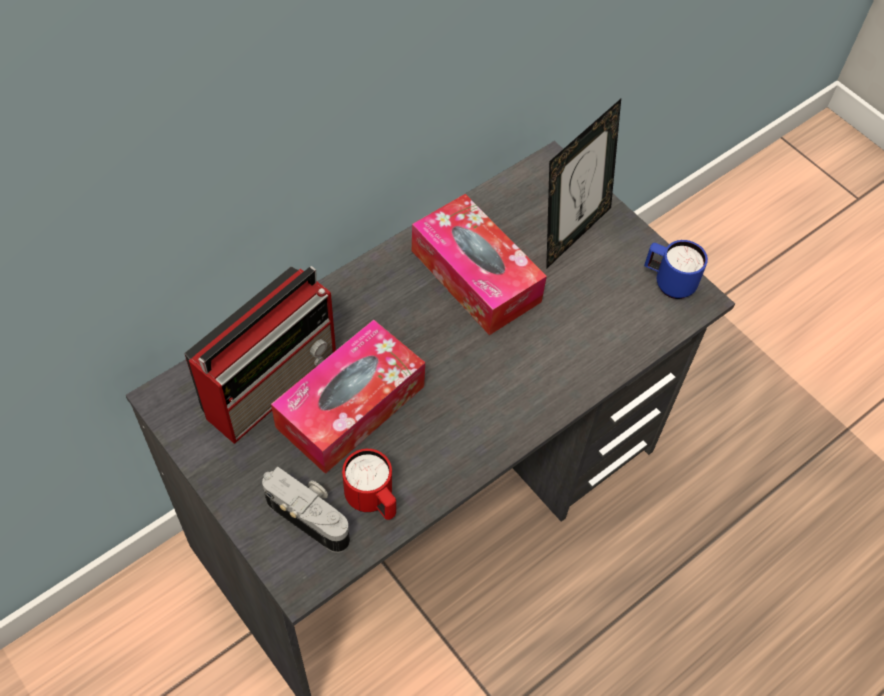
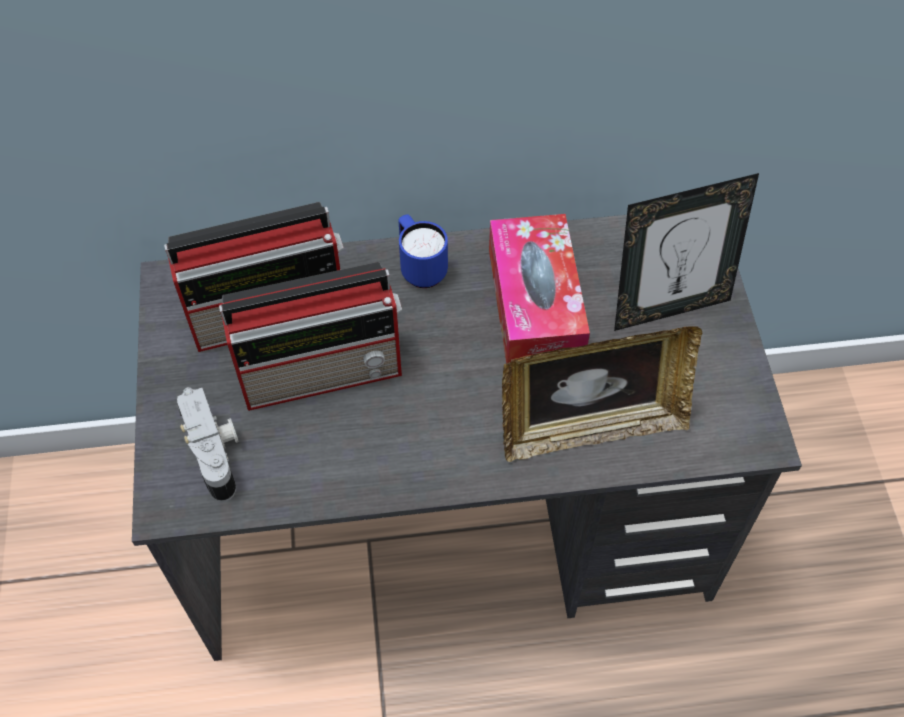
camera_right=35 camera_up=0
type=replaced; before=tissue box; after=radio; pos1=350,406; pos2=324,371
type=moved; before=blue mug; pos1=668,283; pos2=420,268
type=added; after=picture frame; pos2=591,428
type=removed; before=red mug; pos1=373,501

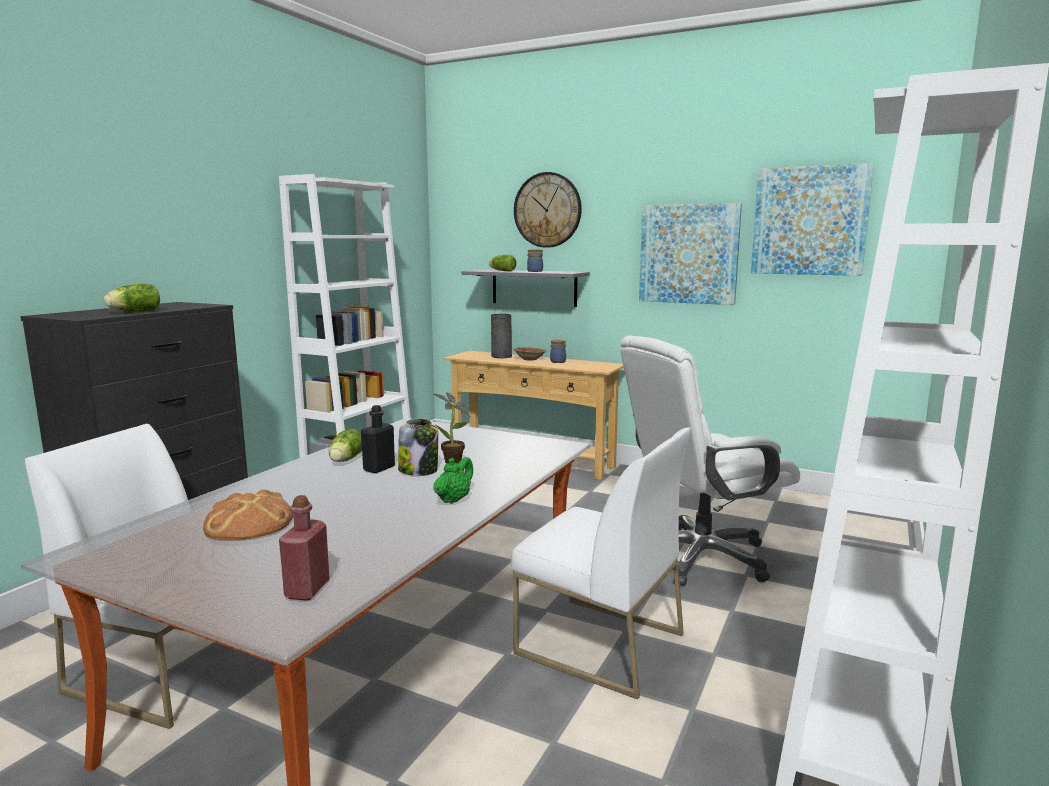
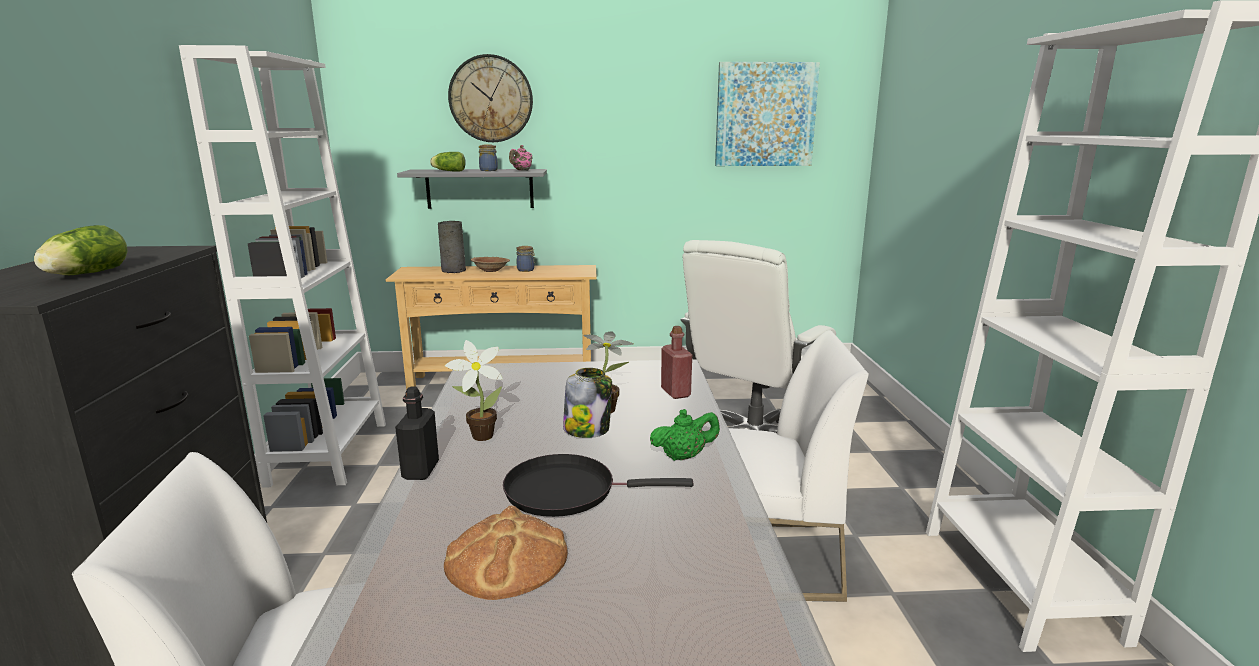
camera_right=-30 camera_up=5
type=moved; before=black bottle; pos1=379,468; pos2=420,470
type=replaced; before=lettuce; after=potted plant; pos1=345,460; pos2=479,436
type=added; after=black frying pan; pos2=567,491
type=added; after=pink teapot; pos2=522,170
type=turned; before=green teapot; pos1=453,500; pos2=684,456; turn=75
type=moved; before=red bottle; pos1=307,590; pos2=675,393
type=removed; before=picture; pos1=689,254

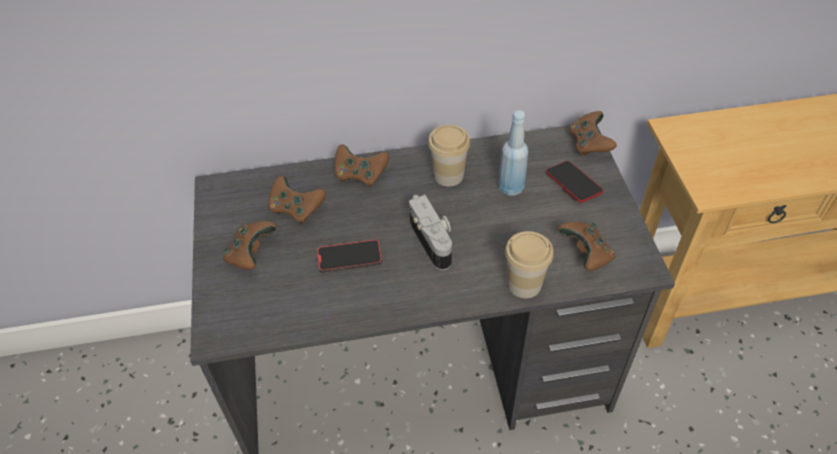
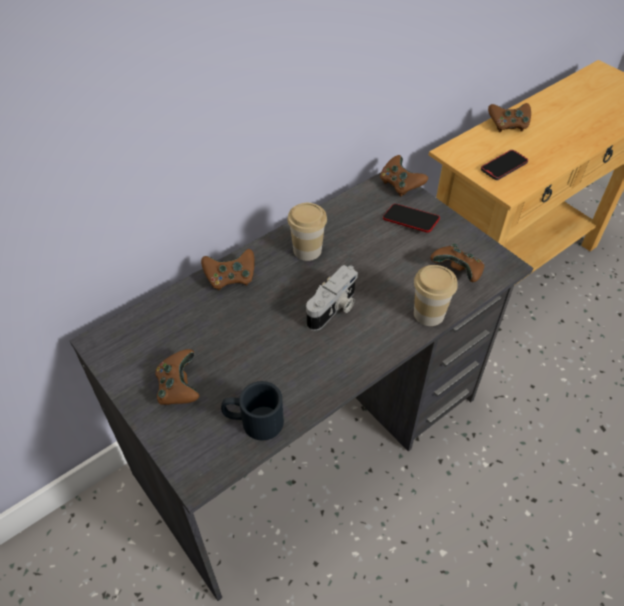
camera_right=-30 camera_up=0
type=added; after=black mug; pos2=253,421
type=turned; before=photo camera; pos1=434,241; pos2=334,309; turn=90
type=moved; before=phone; pos1=349,258; pos2=503,166
type=moved; before=brown game controller; pos1=296,209; pos2=508,126
type=removed; before=blue bottle; pos1=511,188

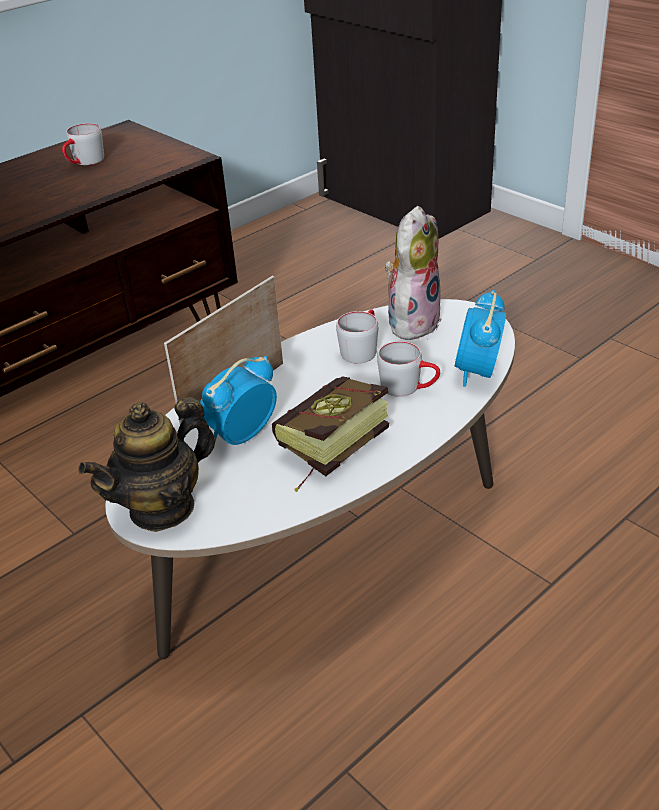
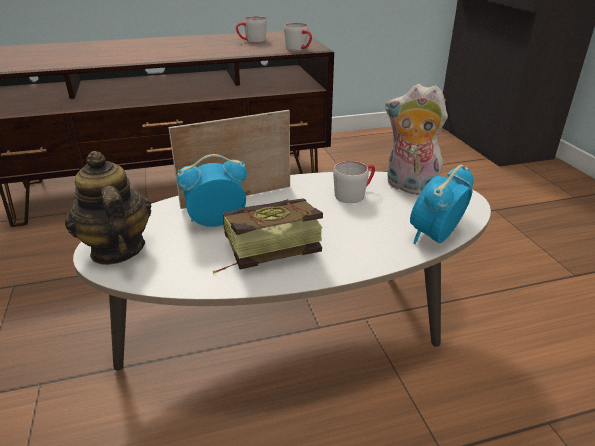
camera_right=25 camera_up=-5
type=turned; before=teapot; pos1=162,508; pos2=117,250; turn=75
type=moved; before=grey mug; pos1=409,387; pos2=300,49
type=turned; before=plush toy; pos1=412,322; pos2=409,187; turn=-120

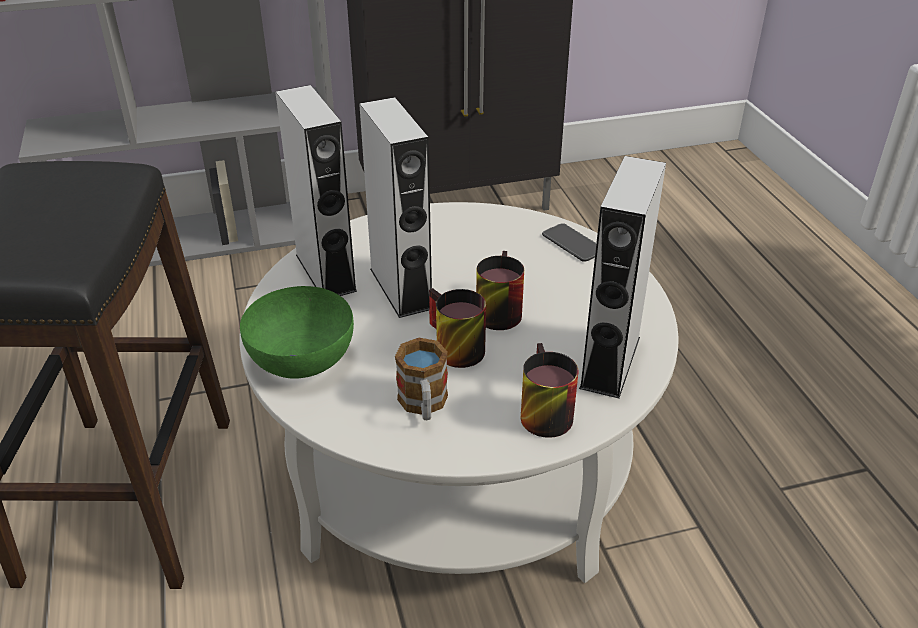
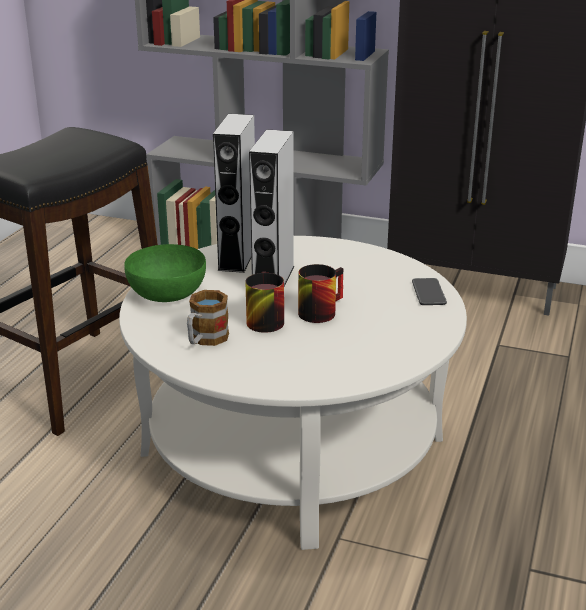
camera_right=35 camera_up=-10
type=removed; before=mug; pos1=539,411
type=removed; before=grey speaker; pos1=610,362

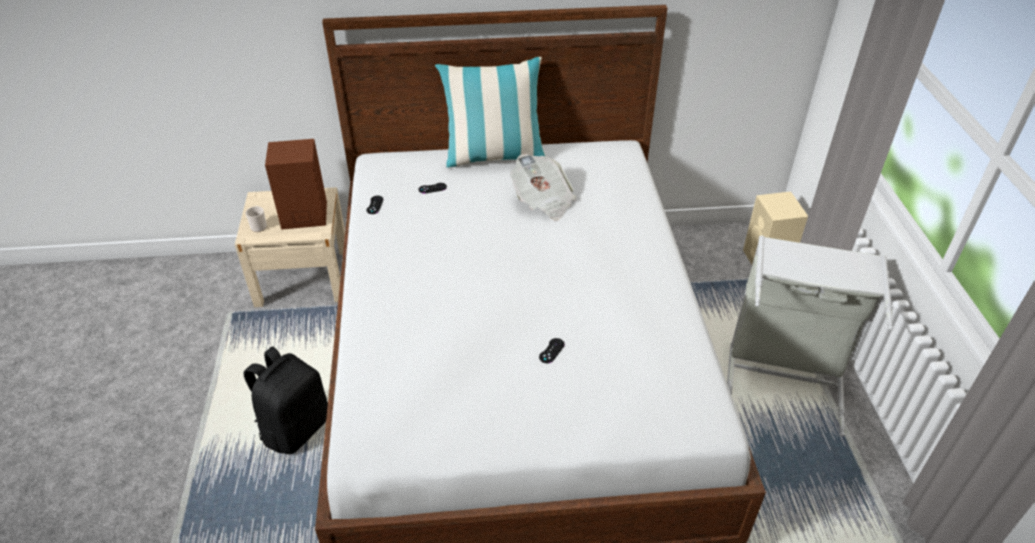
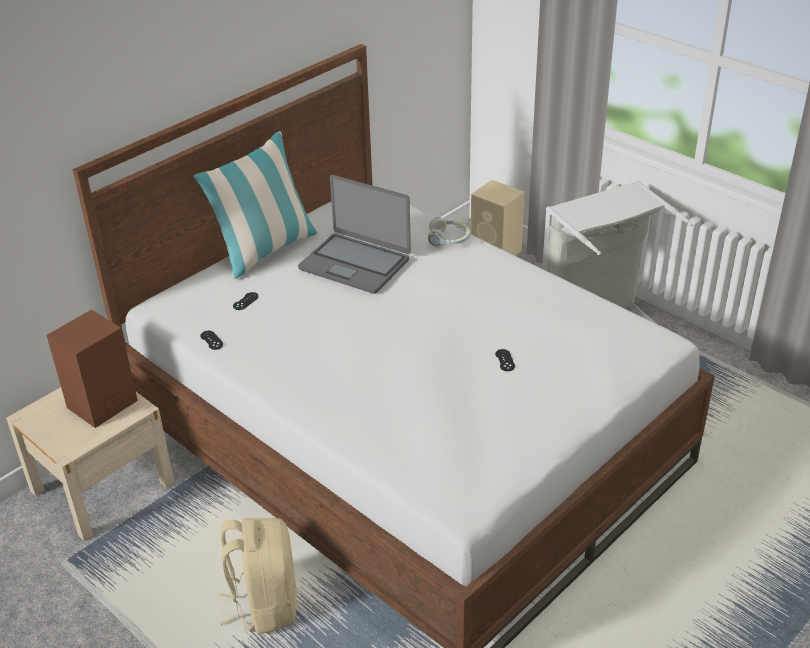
camera_right=-40 camera_up=-5
type=recoloured; before=black backpack; after=beige backpack; pos1=295,428; pos2=264,604
type=replaced; before=newspaper; after=laptop; pos1=543,201; pos2=355,263
type=added; after=headphones; pos2=449,239
type=removed; before=mug; pos1=259,226

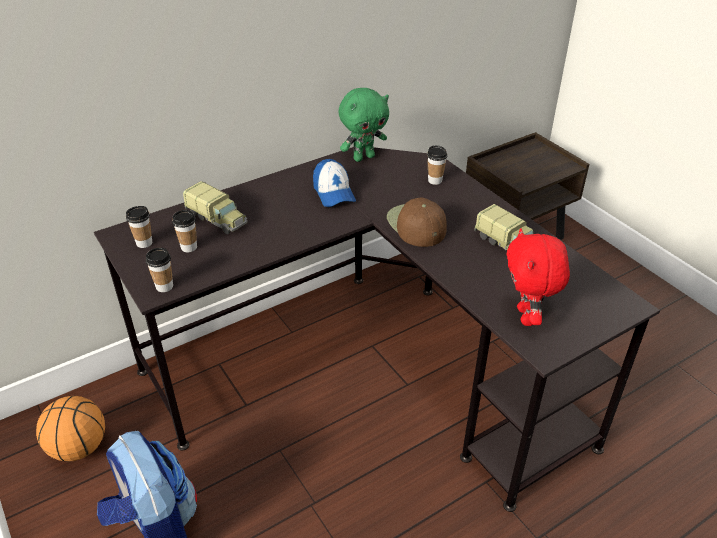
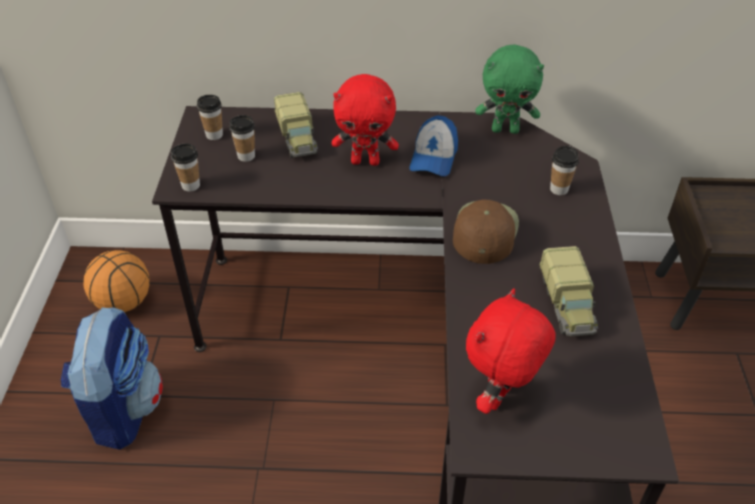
camera_right=35 camera_up=5
type=added; after=red plush toy; pos2=365,161

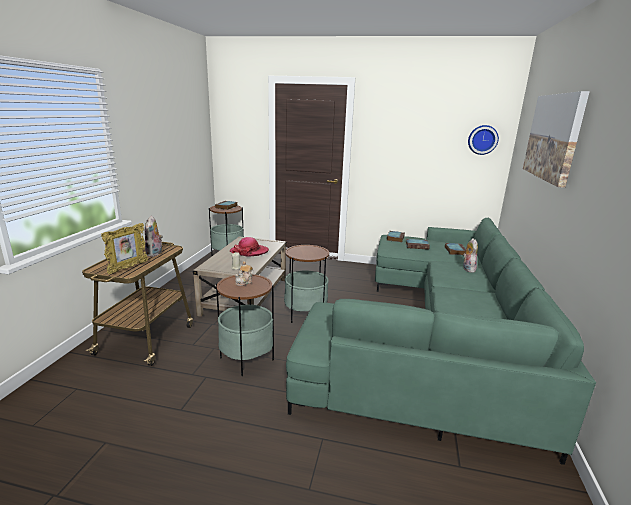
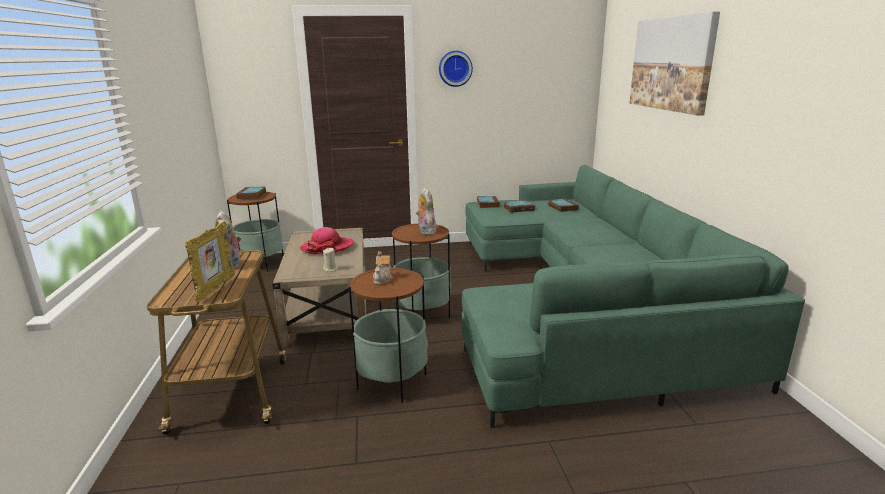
camera_right=-20 camera_up=0
type=moved; before=plush toy; pos1=467,269; pos2=425,231
type=moved; before=wall clock; pos1=482,139; pos2=455,68

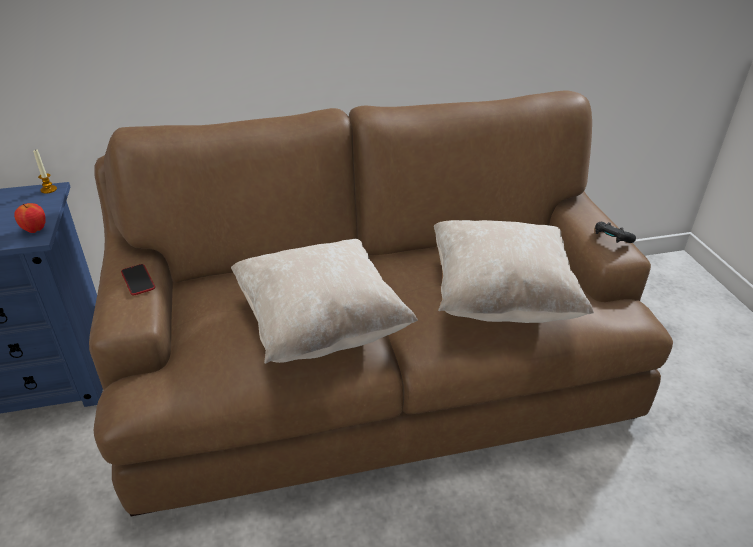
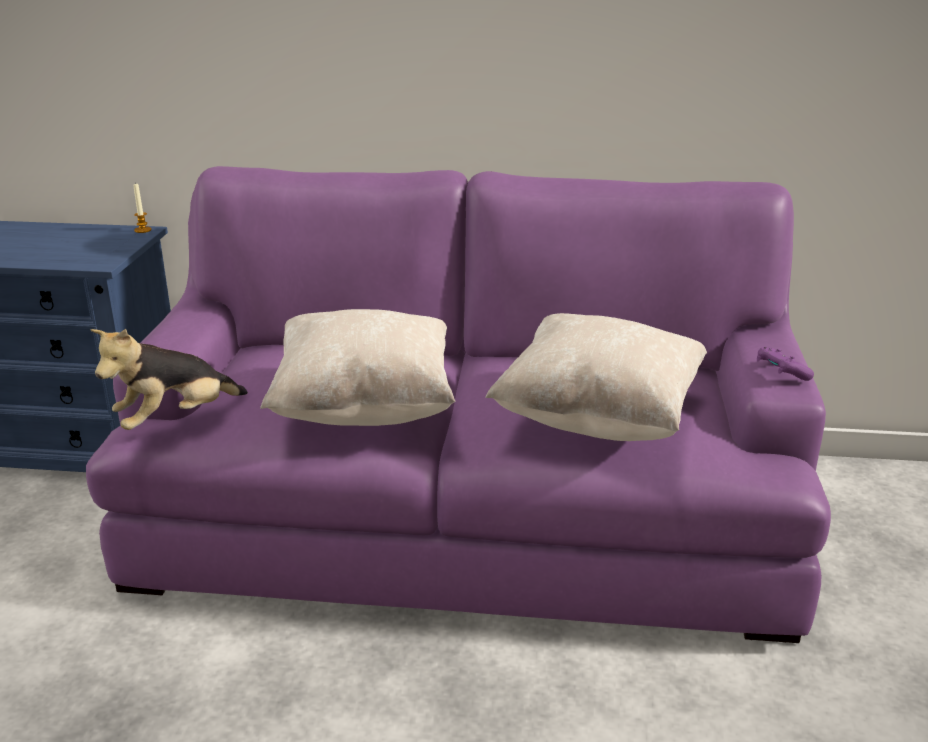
camera_right=20 camera_up=-10
type=recoloured; before=brown sofa; after=purple sofa; pos1=375,375; pos2=465,521
type=added; after=plush toy; pos2=175,419
type=recoloured; before=black game controller; after=purple game controller; pos1=611,239; pos2=780,373
type=removed; before=apple; pos1=35,230
type=removed; before=phone; pos1=138,280

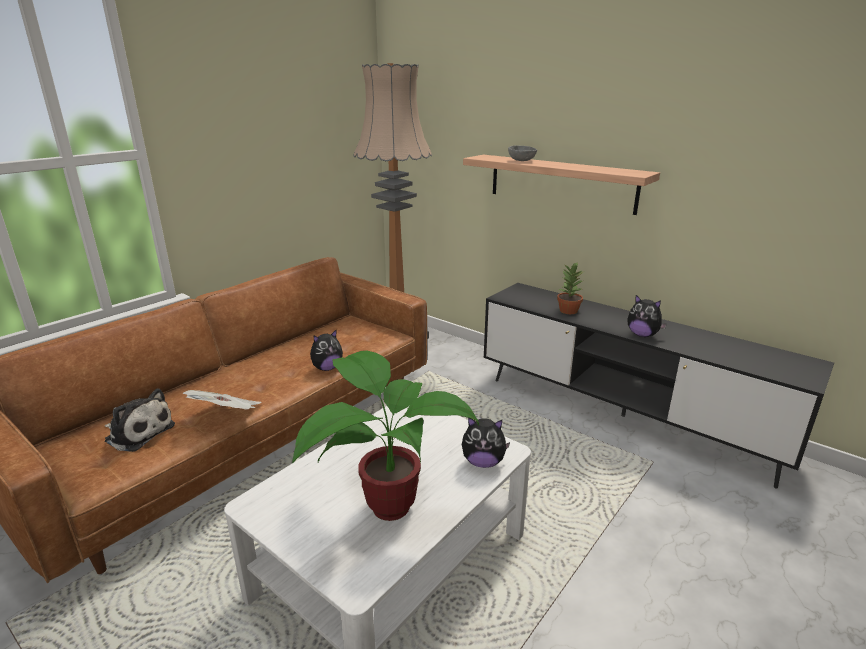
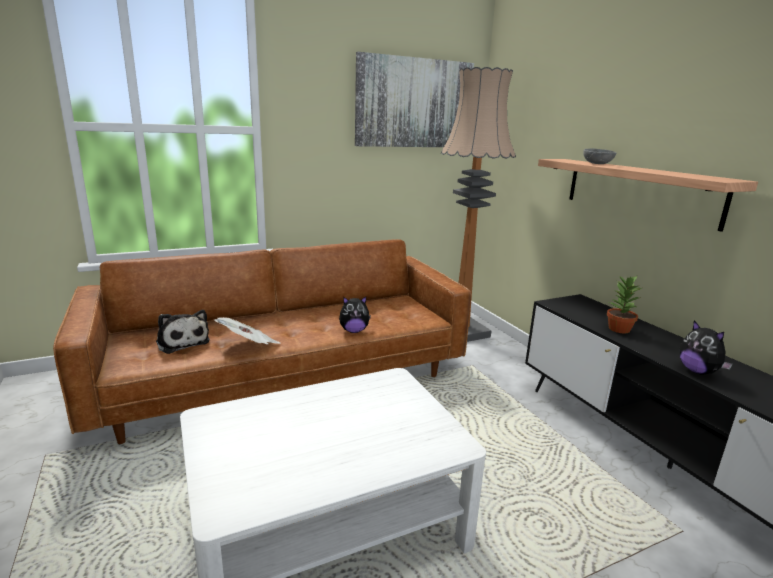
camera_right=25 camera_up=-5
type=added; after=picture; pos2=414,103
type=removed; before=potted plant; pos1=385,503
type=removed; before=plush toy; pos1=483,462

